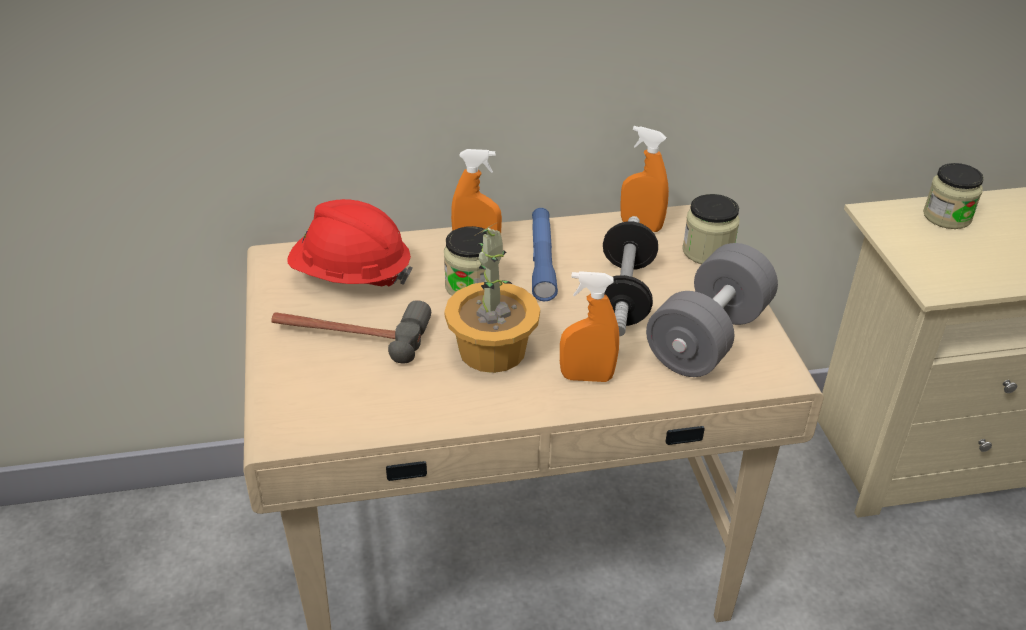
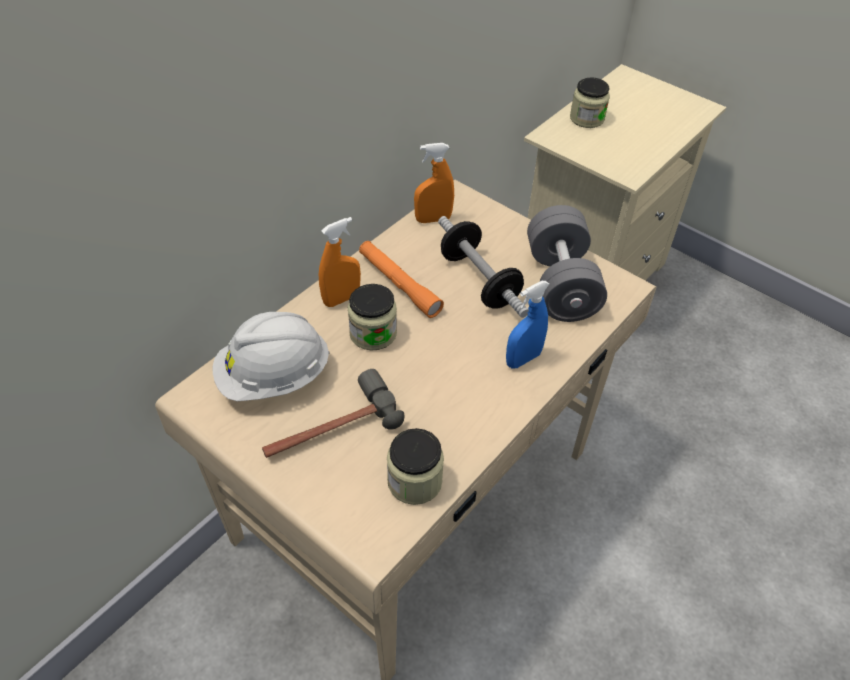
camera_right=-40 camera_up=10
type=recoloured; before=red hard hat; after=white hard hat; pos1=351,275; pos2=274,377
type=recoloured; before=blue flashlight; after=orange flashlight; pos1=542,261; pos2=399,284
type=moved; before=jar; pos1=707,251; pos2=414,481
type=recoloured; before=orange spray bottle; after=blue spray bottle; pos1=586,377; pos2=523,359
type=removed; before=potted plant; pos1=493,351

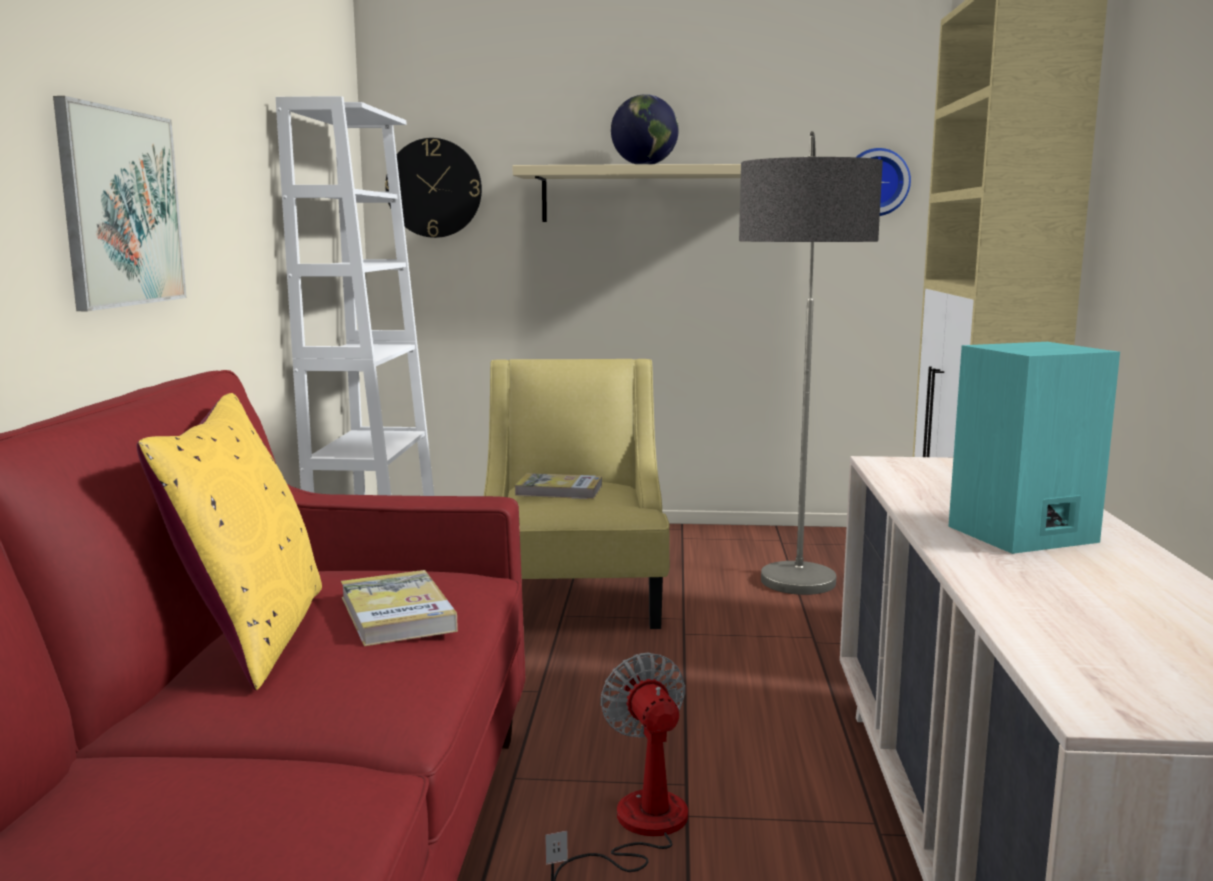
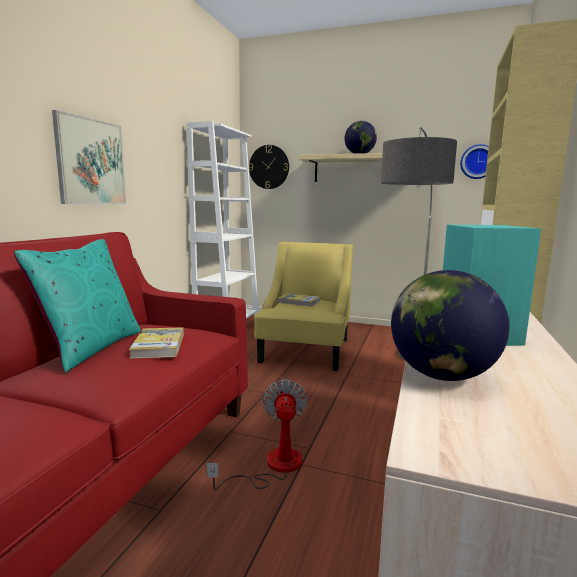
camera_right=15 camera_up=0
type=recoloured; before=yellow pillow; after=turquoise pillow; pos1=251,635; pos2=91,348
type=added; after=globe; pos2=442,376

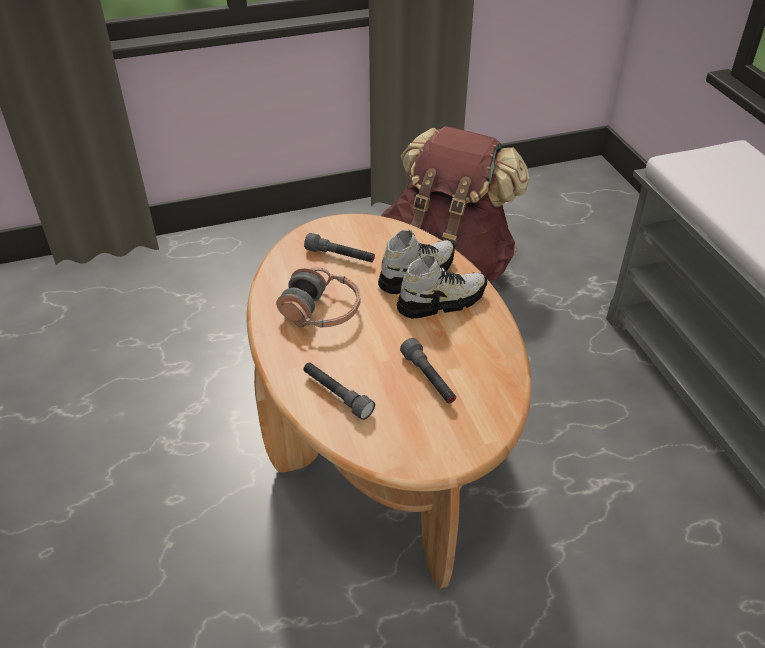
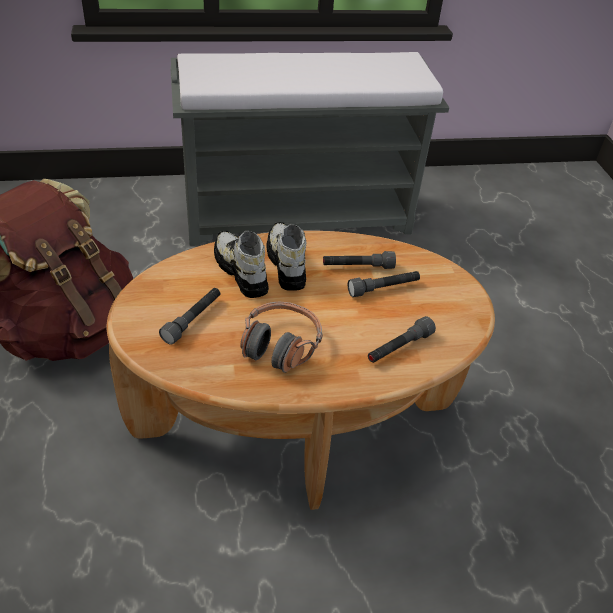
camera_right=-85 camera_up=0
type=added; after=grey flashlight; pos2=357,267

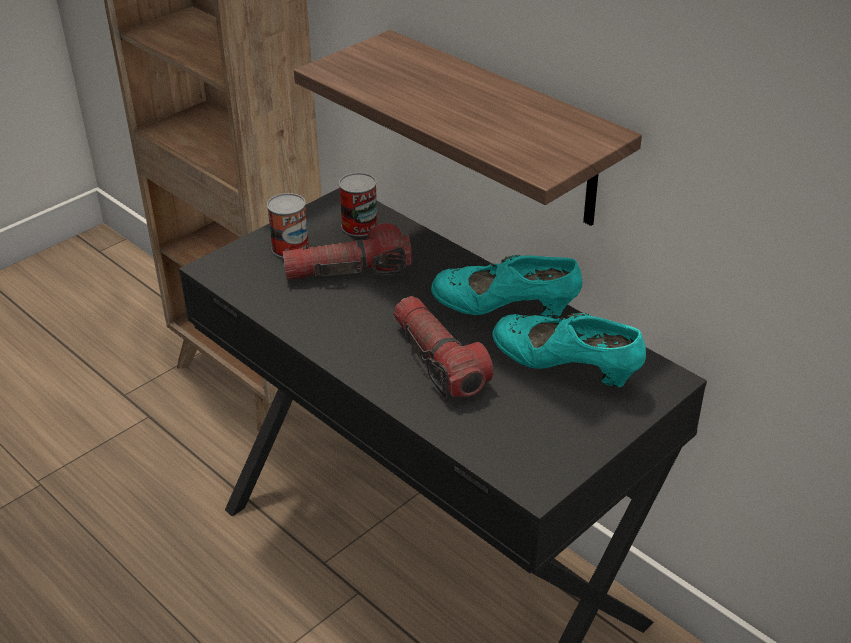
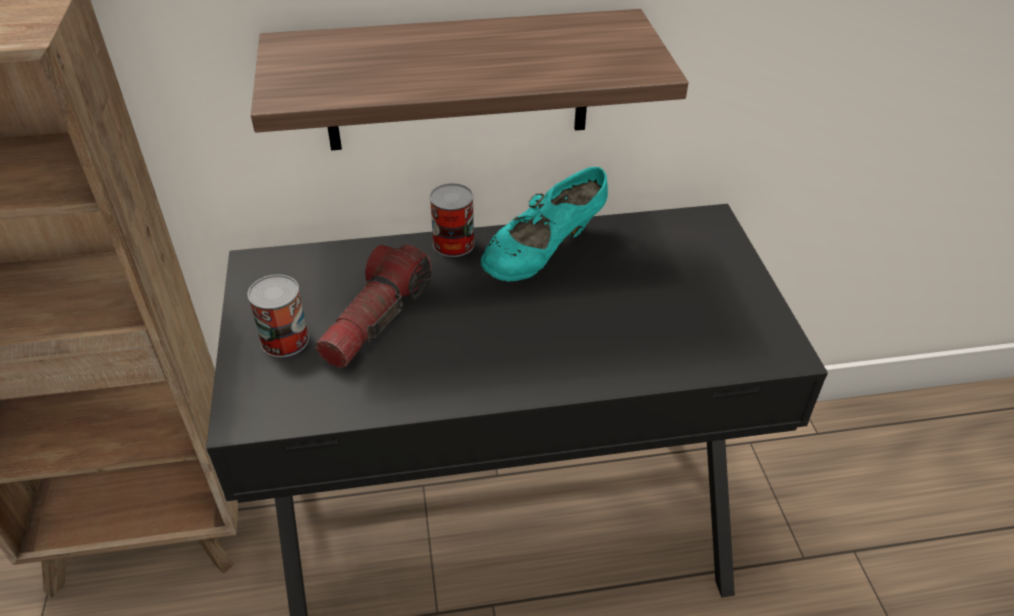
camera_right=-55 camera_up=5
type=moved; before=can; pos1=359,226; pos2=453,243
type=removed; before=flashlight; pos1=438,360
type=removed; before=turquoise shoe; pos1=565,369

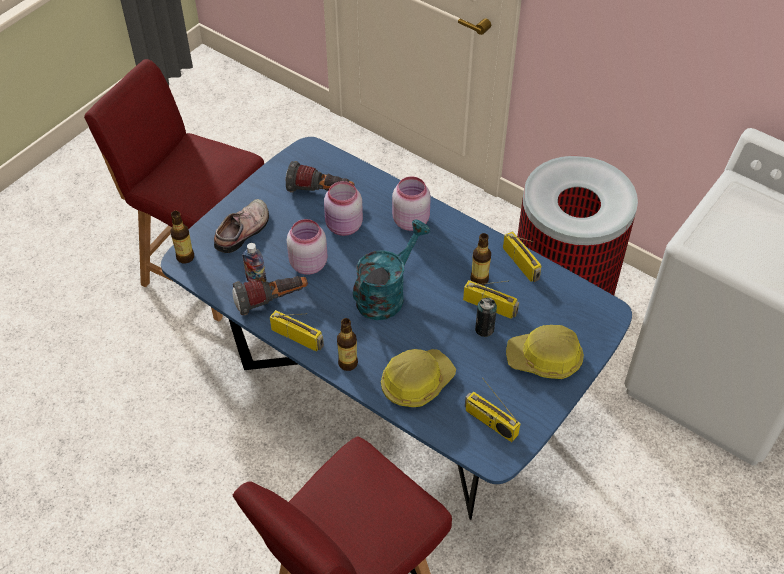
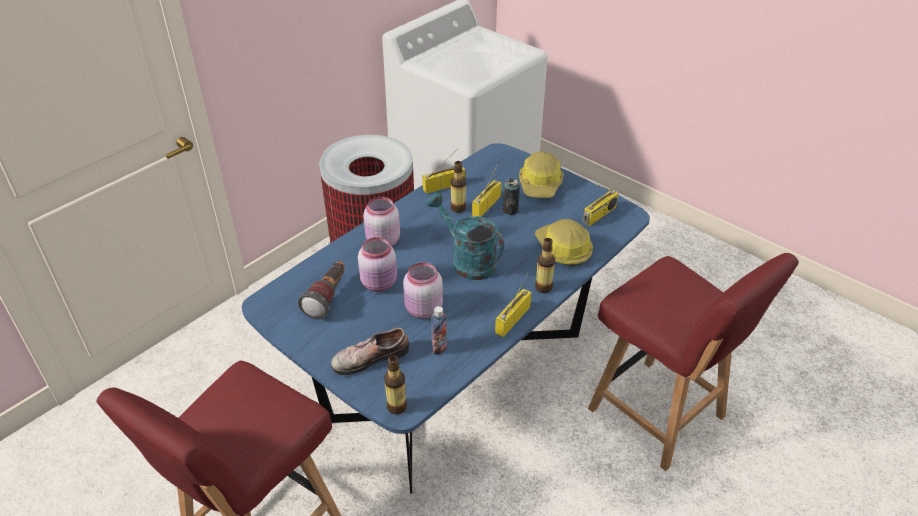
camera_right=-85 camera_up=-10
type=turned; before=shoe; pos1=244,231; pos2=369,357; turn=-60
type=removed; before=flashlight; pos1=272,301

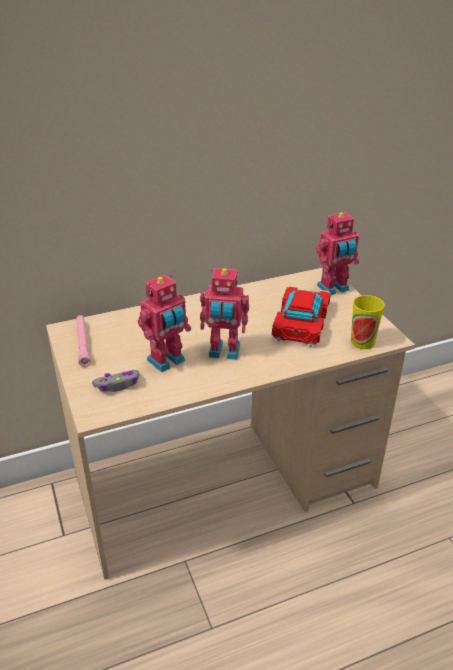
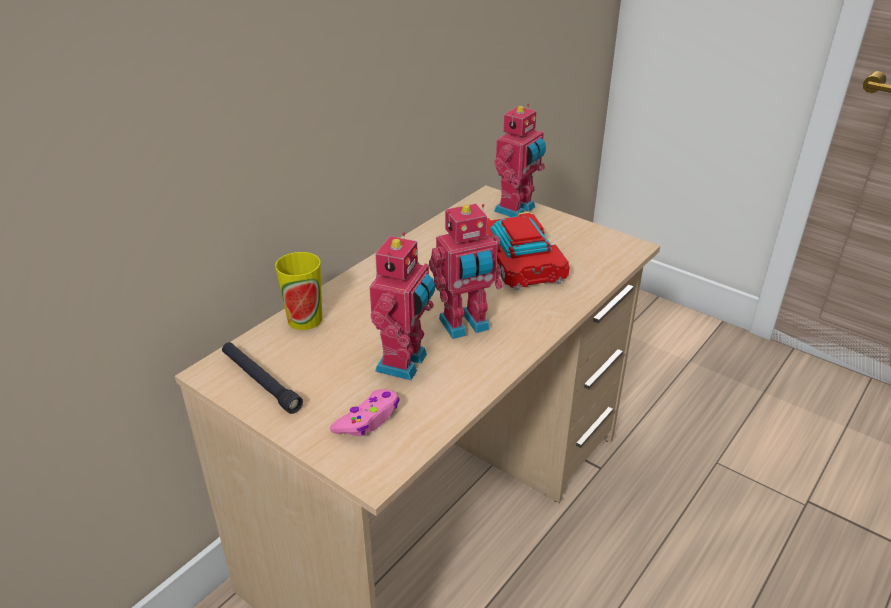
camera_right=-30 camera_up=0
type=recoloured; before=pink flashlight; after=black flashlight; pos1=83,343; pos2=260,382
type=moved; before=cup; pos1=362,342; pos2=305,319
type=recoloured; before=grey game controller; after=pink game controller; pos1=118,385; pos2=368,419

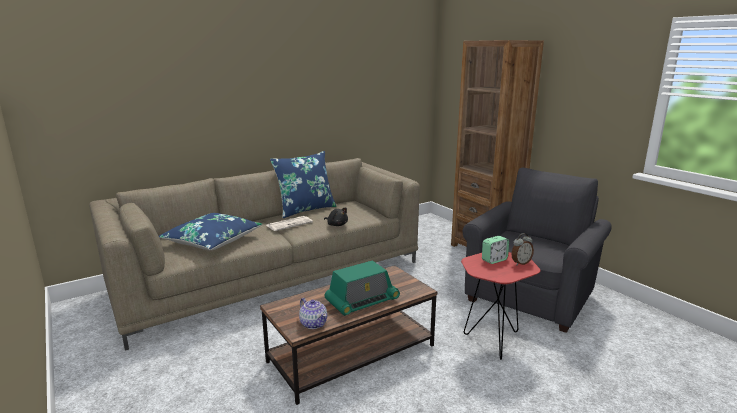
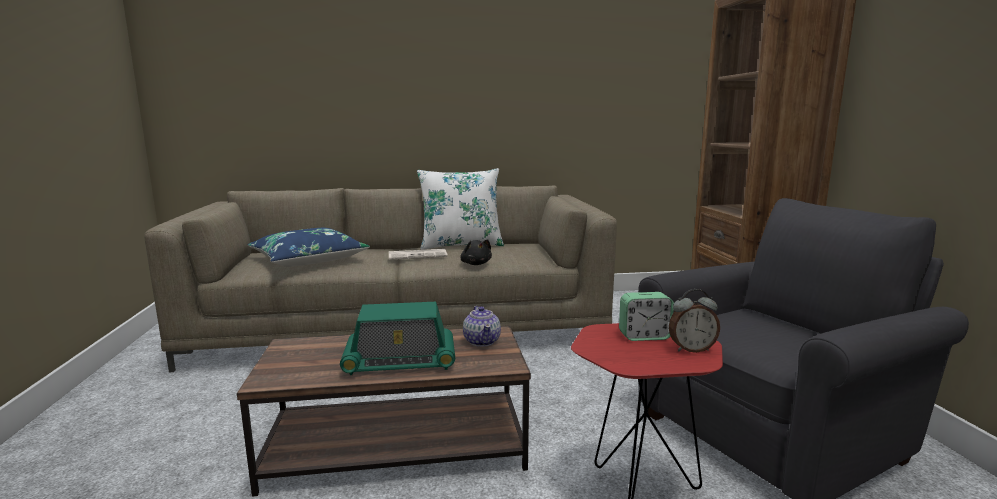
camera_right=25 camera_up=-5
type=recoloured; before=blue pillow; after=white pillow; pos1=305,209; pos2=461,245
type=moved; before=teapot; pos1=313,323; pos2=482,341

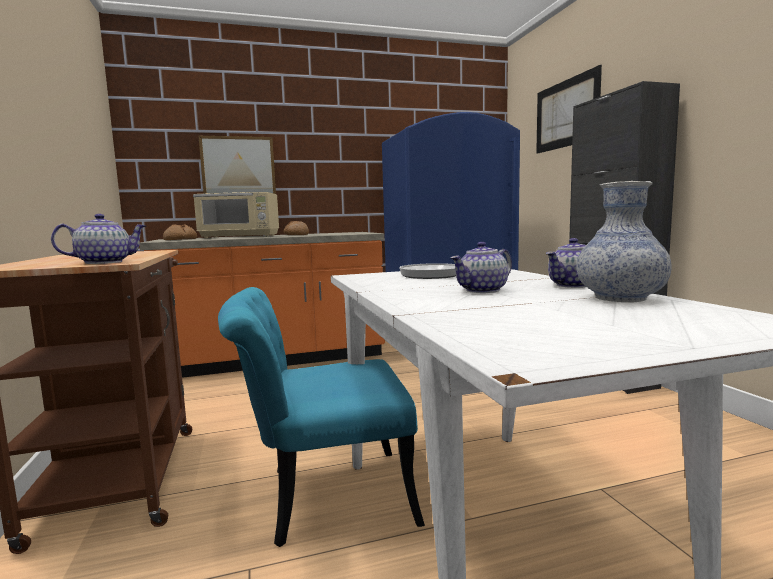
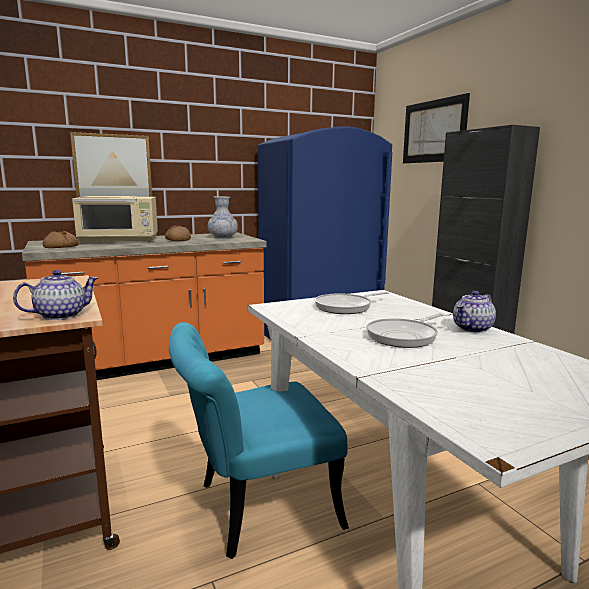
camera_right=-10 camera_up=5
type=moved; before=vase; pos1=620,298; pos2=223,237
type=replaced; before=teapot; after=frying pan; pos1=482,290; pos2=404,336

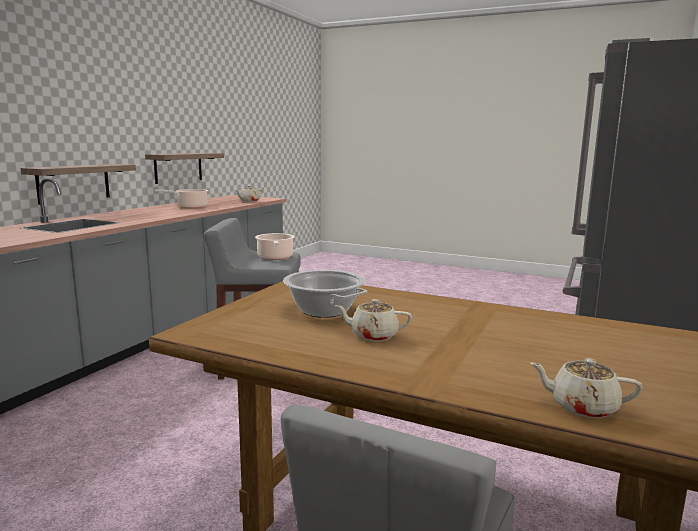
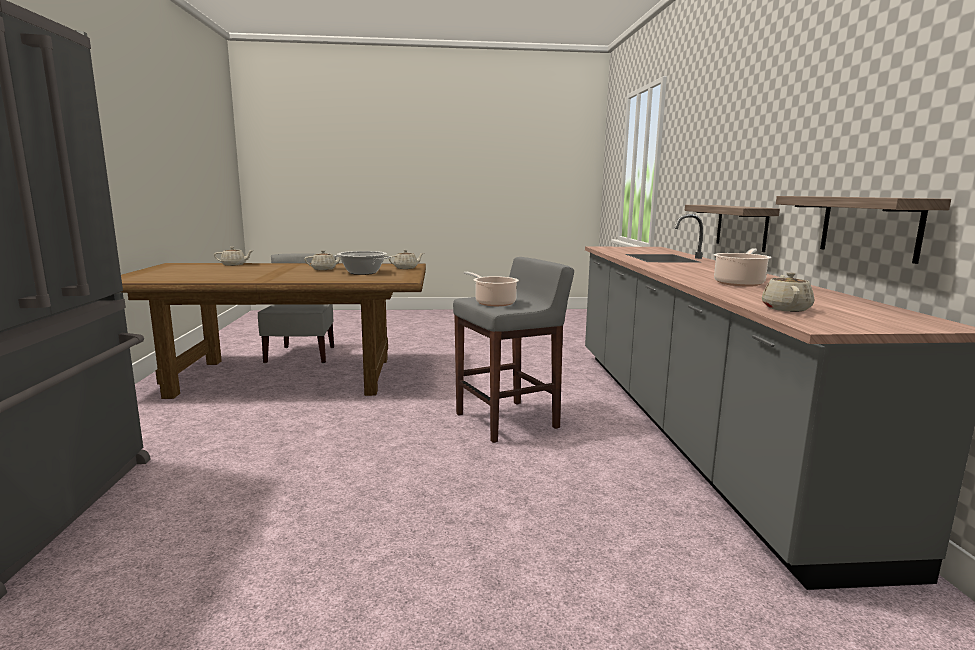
camera_right=150 camera_up=0
type=added; after=beige teapot; pos2=406,268

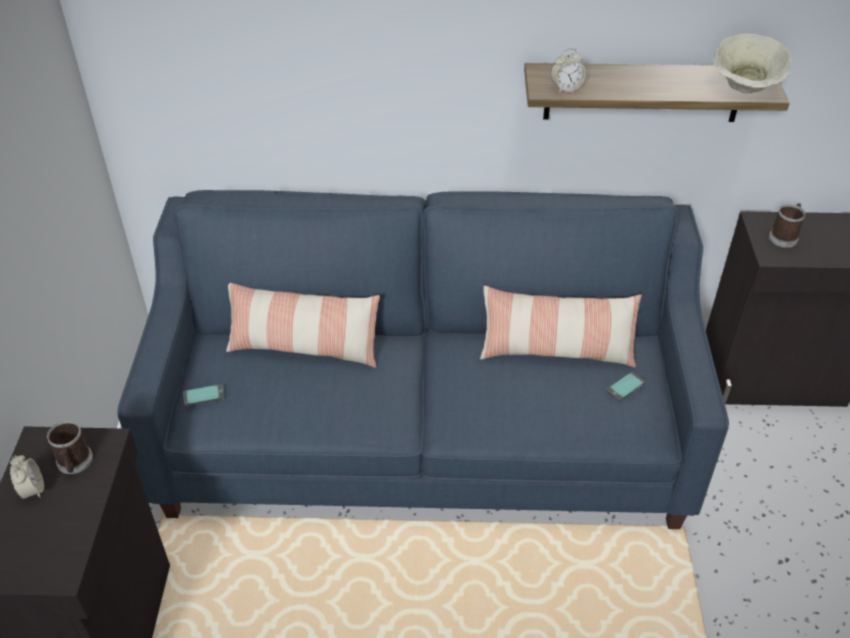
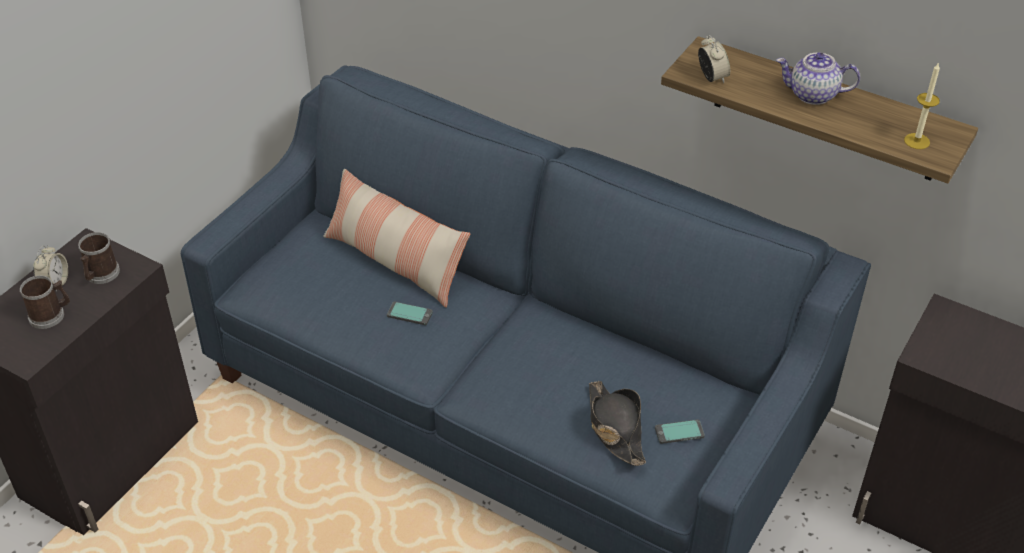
camera_right=30 camera_up=0
type=moved; before=mug; pos1=784,237; pos2=51,315
type=moved; before=phone; pos1=204,395; pos2=409,314
type=added; after=black hat; pos2=615,428
type=turned; before=alarm clock; pos1=566,88; pos2=712,77; turn=-120
type=added; after=teapot; pos2=812,95
type=replaced; before=beige bowl; after=candle; pos1=746,87; pos2=917,141
type=removed; before=pillow; pos1=556,351

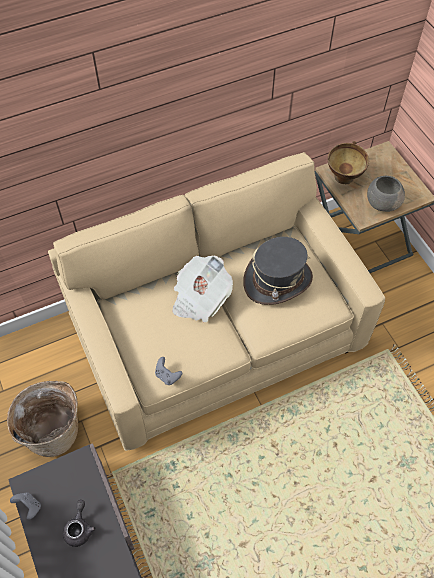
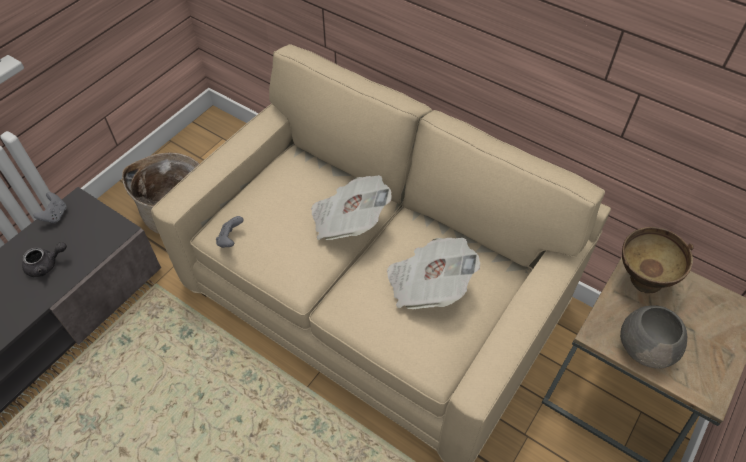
camera_right=60 camera_up=-5
type=replaced; before=grey hat; after=newspaper; pos1=277,280; pos2=428,285

